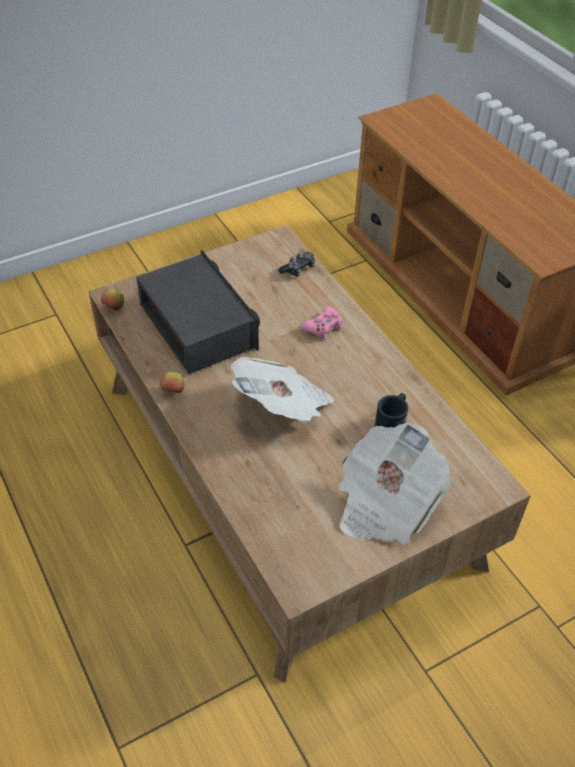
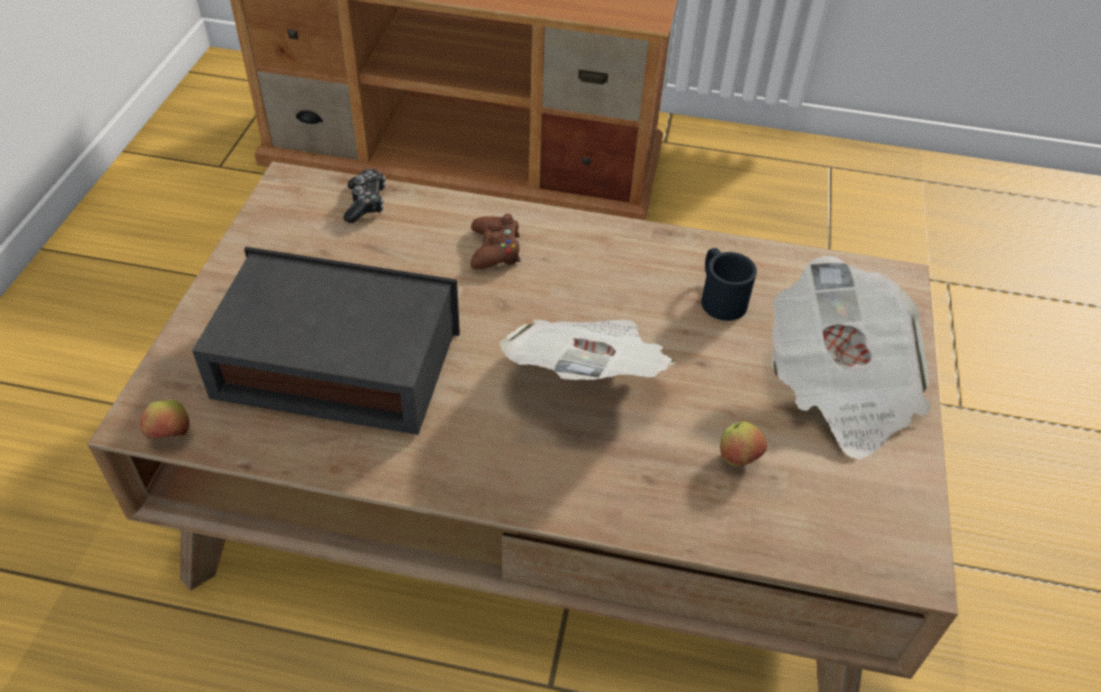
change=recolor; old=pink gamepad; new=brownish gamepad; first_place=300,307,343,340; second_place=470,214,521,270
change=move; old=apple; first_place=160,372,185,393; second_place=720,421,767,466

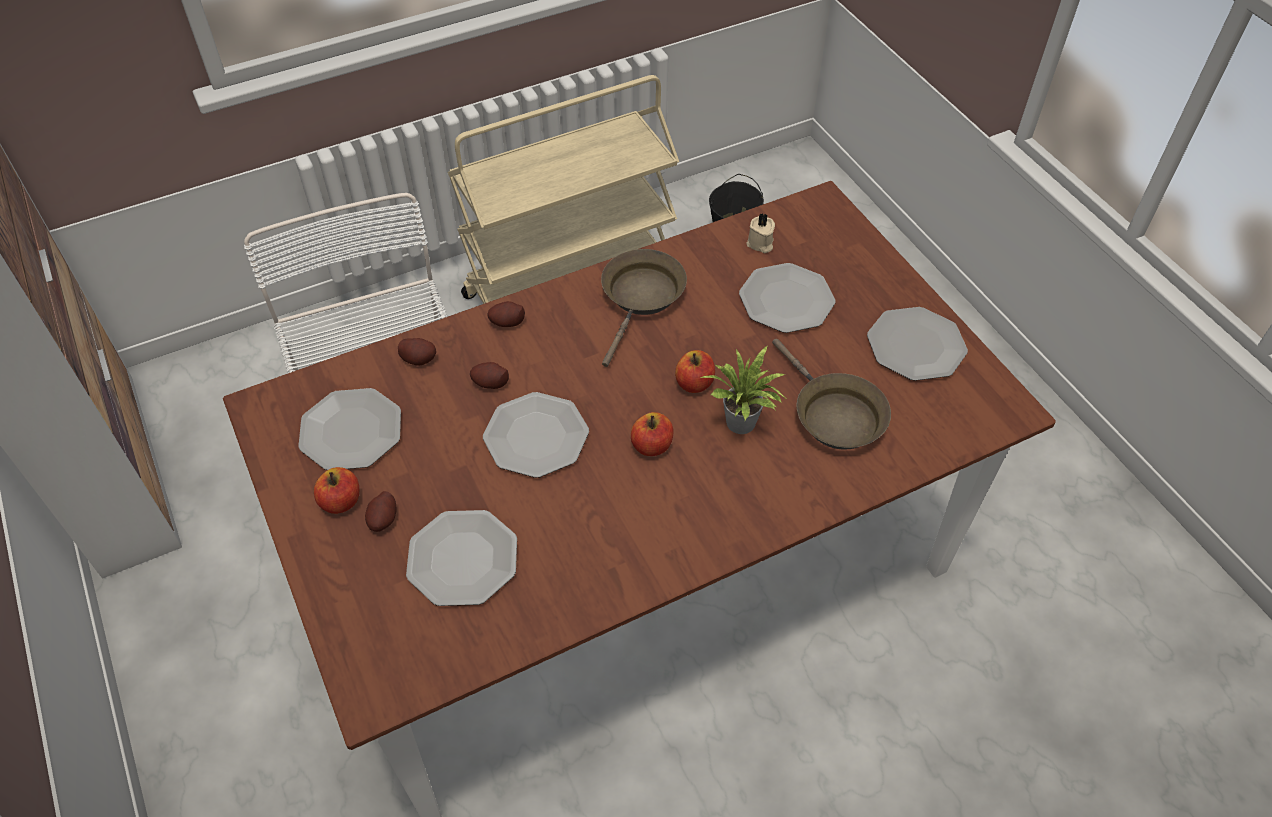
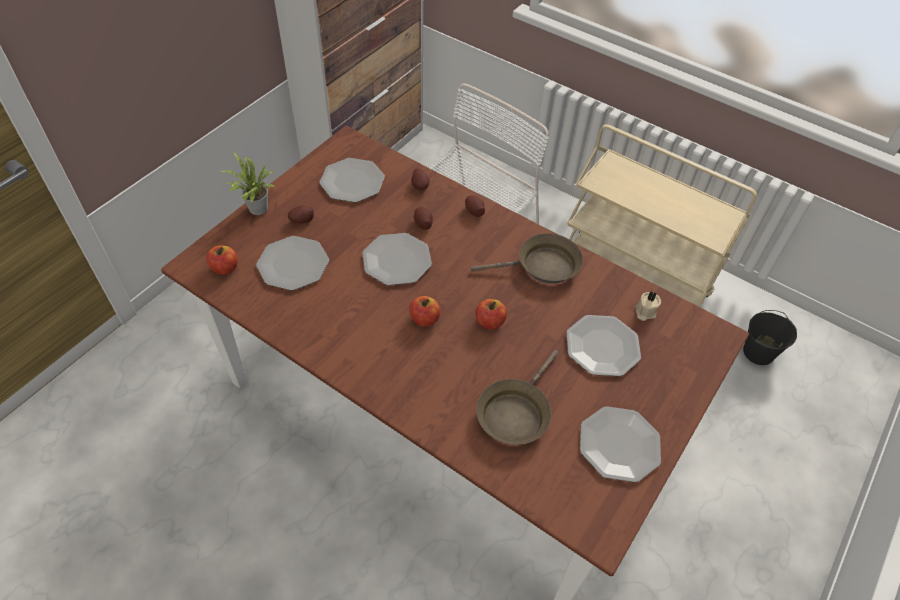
change=move; old=plant in a pot; first_place=700,346,788,434; second_place=219,152,274,215
change=move; old=apple; first_place=314,467,359,514; second_place=206,245,238,275

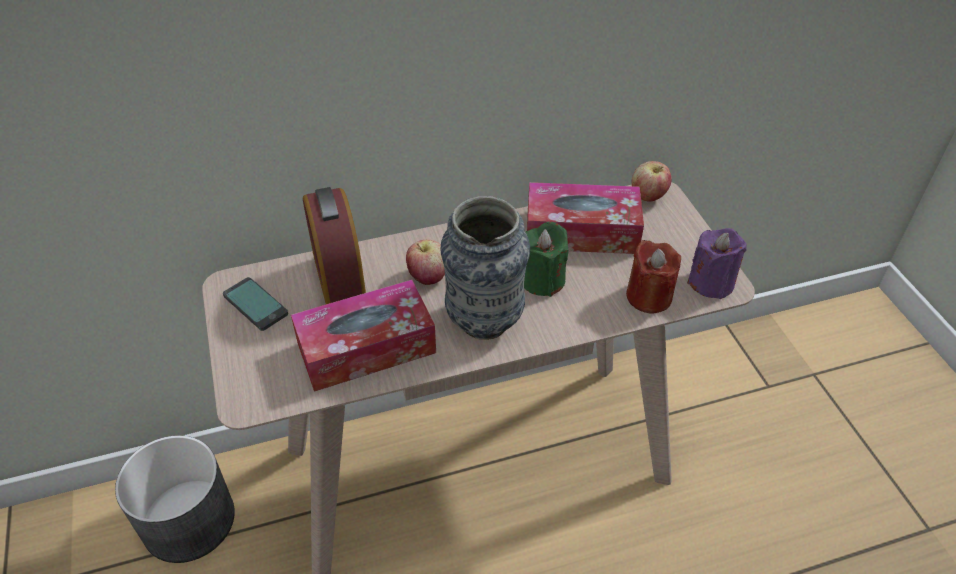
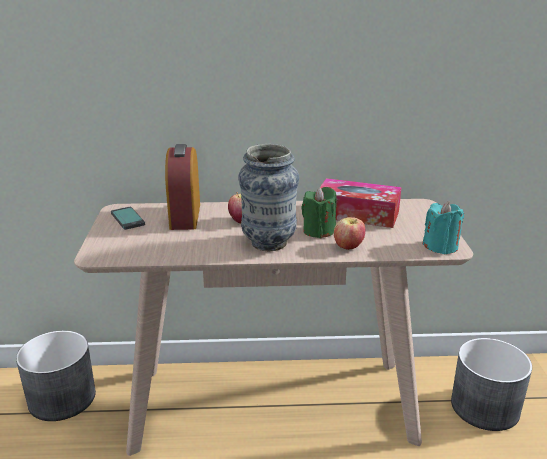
change=move; old=apple; first_place=632,161,672,202; second_place=334,217,365,250
change=recolor; old=purple-coloured wax candle; new=blue-green wax candle; first_place=687,228,747,299; second_place=423,201,464,254
change=delete; old=reddish wax candle; first_place=626,240,681,313
change=delete; old=tissue box; first_place=291,280,436,392
change=insert; new=gray flower pot; second_place=451,338,532,431

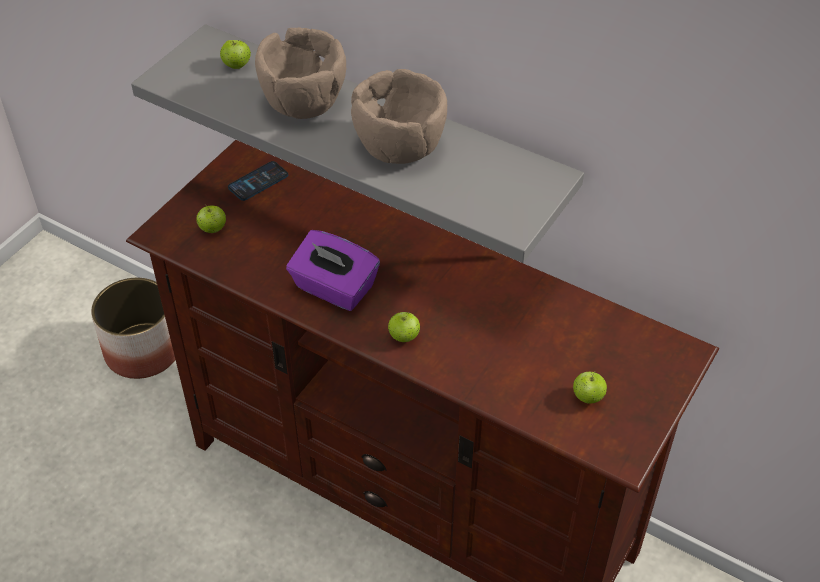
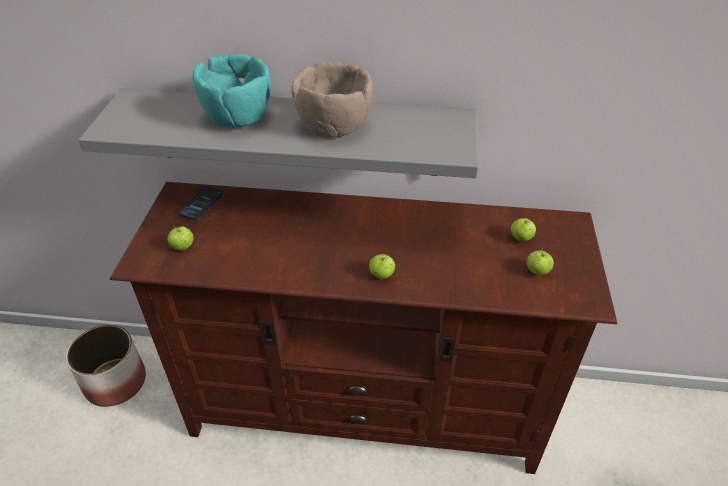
change=recolor; old=brownish serving bowl; new=blue-green serving bowl; first_place=255,27,346,119; second_place=192,54,271,127
change=move; old=apple; first_place=220,40,251,69; second_place=510,218,536,242
change=delete; old=purple-coloured tissue box; first_place=286,230,380,311

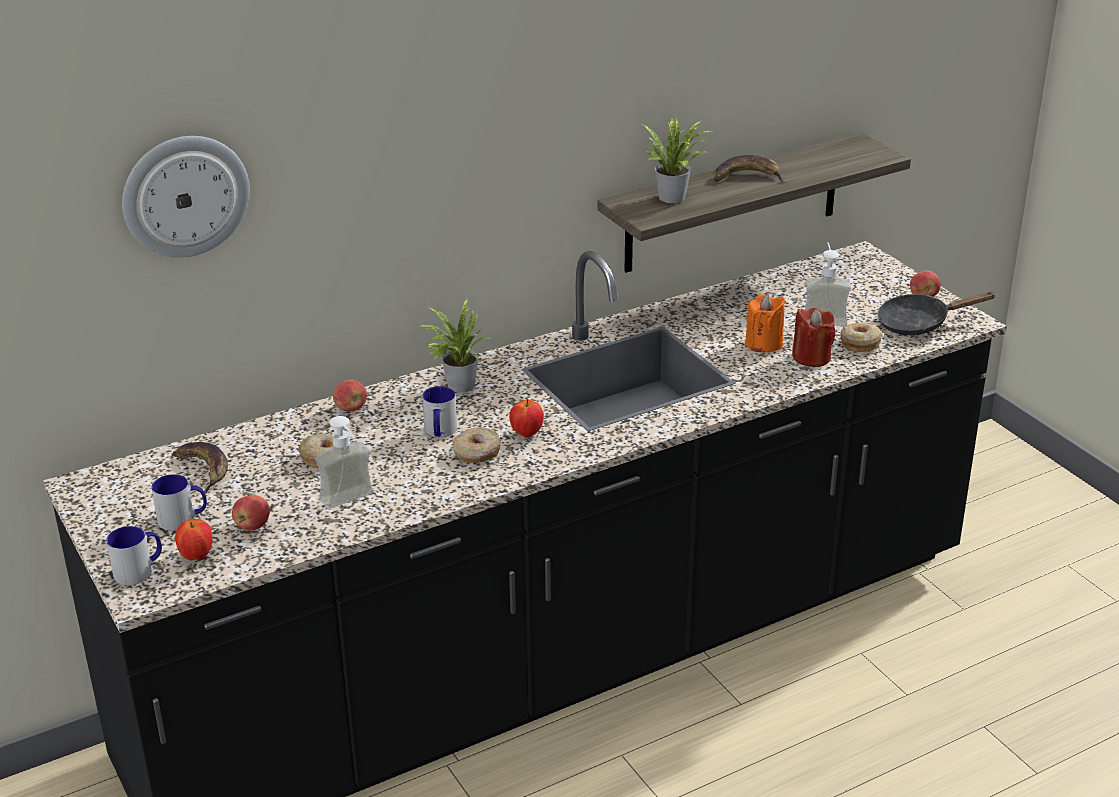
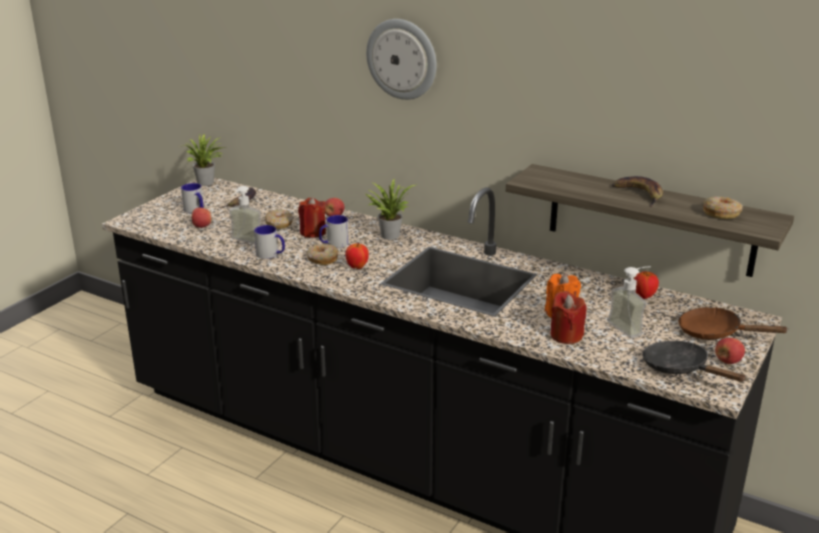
change=move; old=plant in a pot; first_place=643,118,713,203; second_place=184,134,227,186
change=move; old=clock on the wall; first_place=122,136,250,258; second_place=366,19,437,100
change=move; old=ring doughnut; first_place=840,323,883,352; second_place=703,196,743,219
change=move; old=apple; first_place=175,519,212,561; second_place=634,271,659,299
change=move; old=coffee mug; first_place=106,526,162,585; second_place=254,225,285,259
change=insert; new=reddish wax candle; second_place=298,197,326,238
change=insert; new=brownish pan; second_place=678,307,788,340

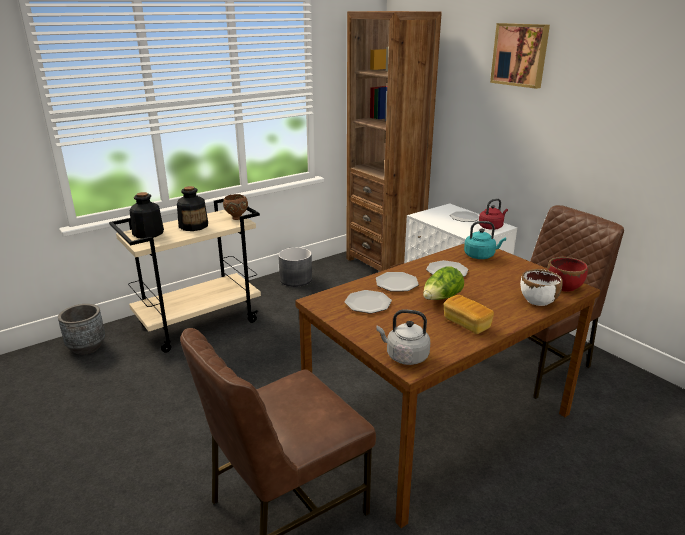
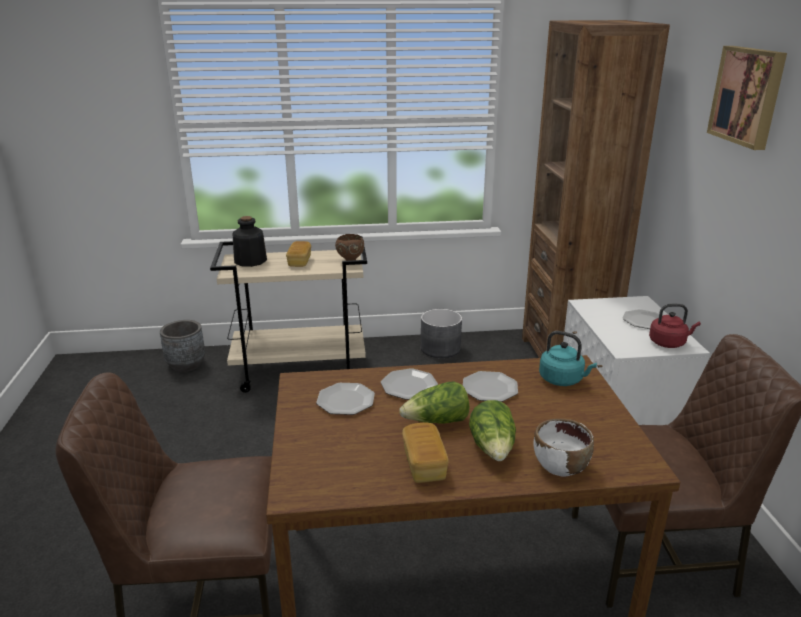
change=replace; old=beverage bottle; new=baked bread; first_place=177,186,208,231; second_place=286,241,311,267
change=delete; old=reddish serving bowl; first_place=547,257,588,292
change=delete; old=gray water kettle; first_place=376,309,430,365
change=insert; new=head of lettuce; second_place=469,400,516,461

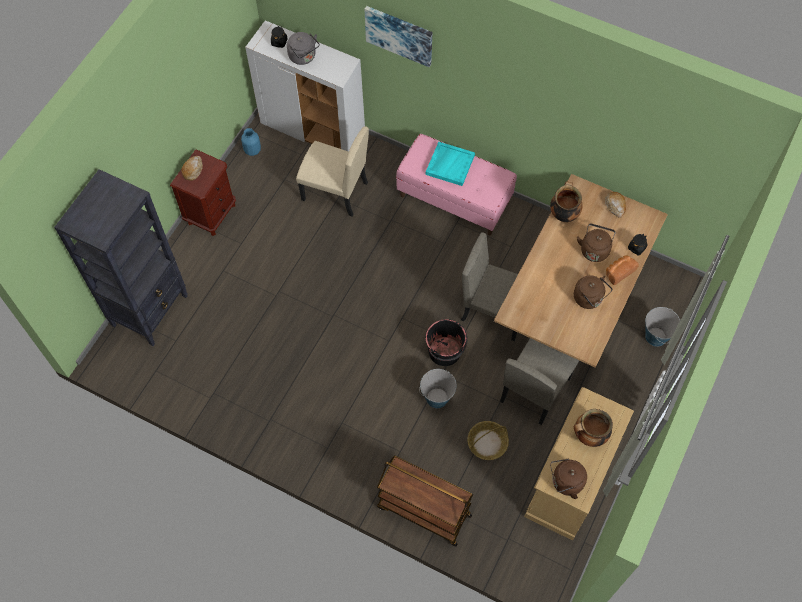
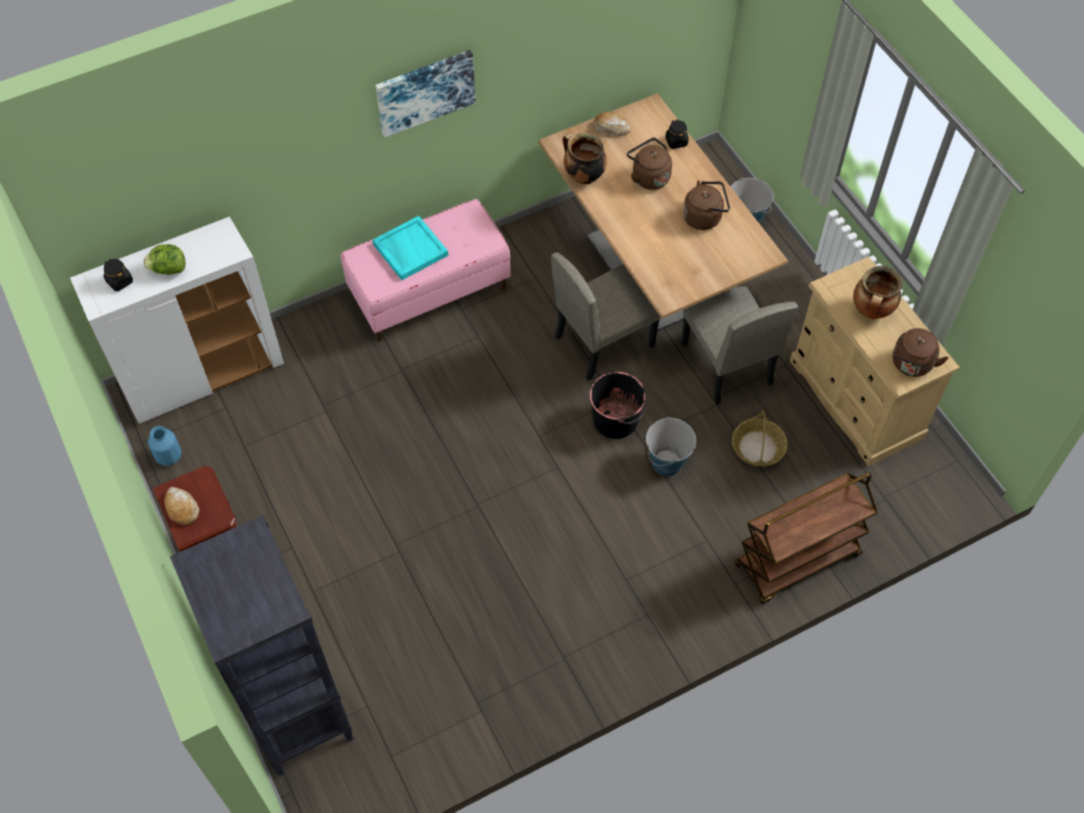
change=move; old=wall art; first_place=365,6,432,67; second_place=375,50,476,137
change=replace; old=gray water kettle; new=head of lettuce; first_place=287,32,320,65; second_place=143,244,185,275
change=delete; old=beige-coloured chair; first_place=296,126,369,216
change=delete; old=baked bread; first_place=606,256,639,285

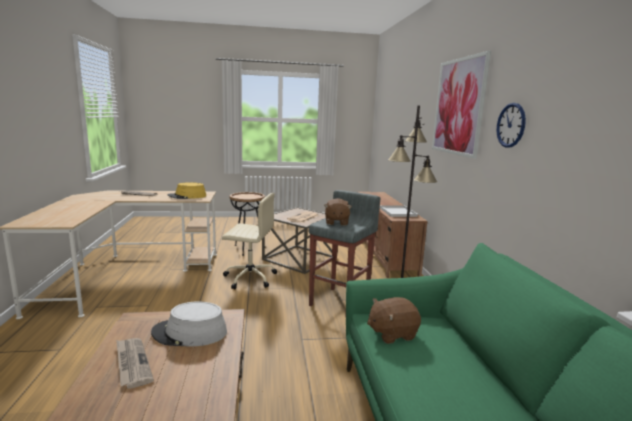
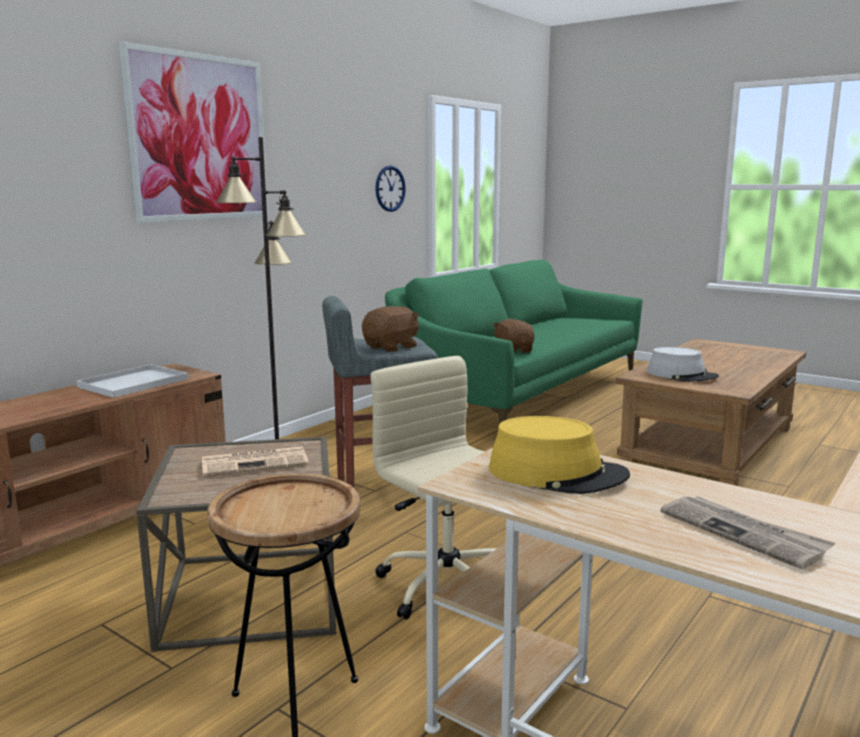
change=move; old=clock on the wall; first_place=496,103,526,148; second_place=375,166,406,212
change=rotate; old=brownish cuddly toy; first_place=367,297,421,344; second_place=492,319,534,353; degrees=-135
change=delete; old=daily paper; first_place=116,338,154,389

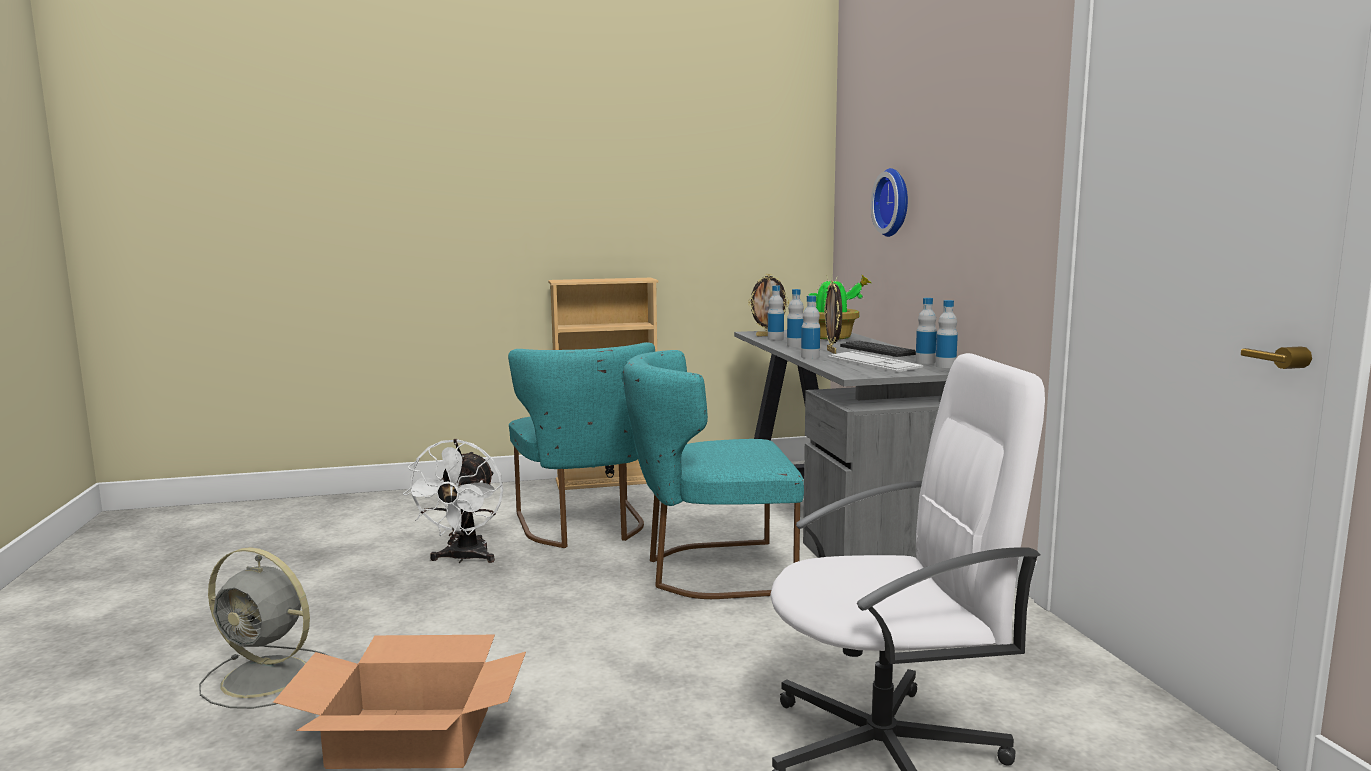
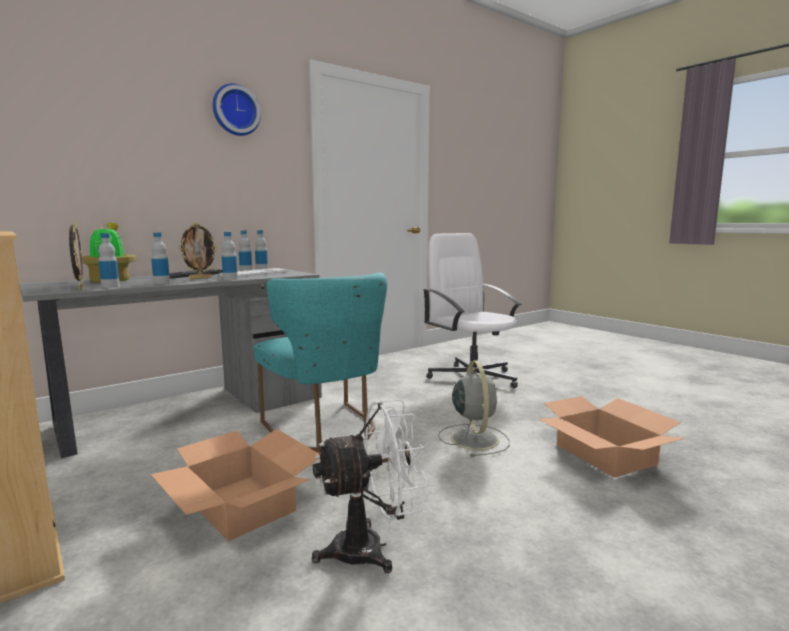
change=move; old=clock on the wall; first_place=871,168,908,237; second_place=213,83,261,136
change=replace; old=blue-green chair; new=packing box; first_place=508,342,655,548; second_place=151,429,320,541
change=move; old=gray electric fan; first_place=199,547,329,709; second_place=438,361,510,457

